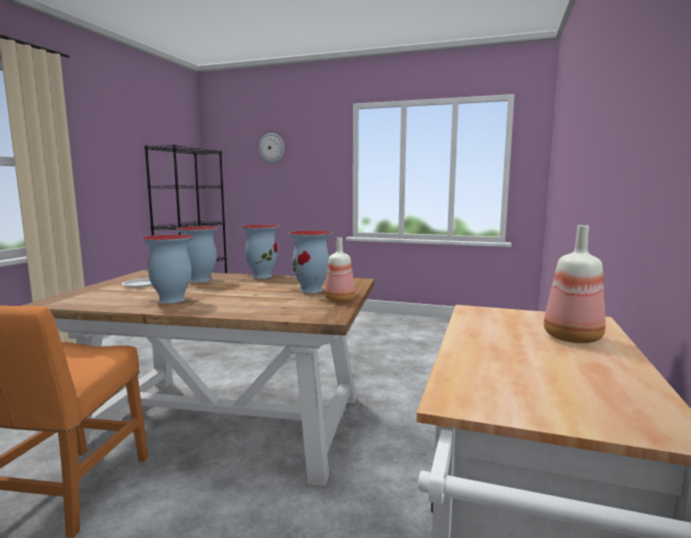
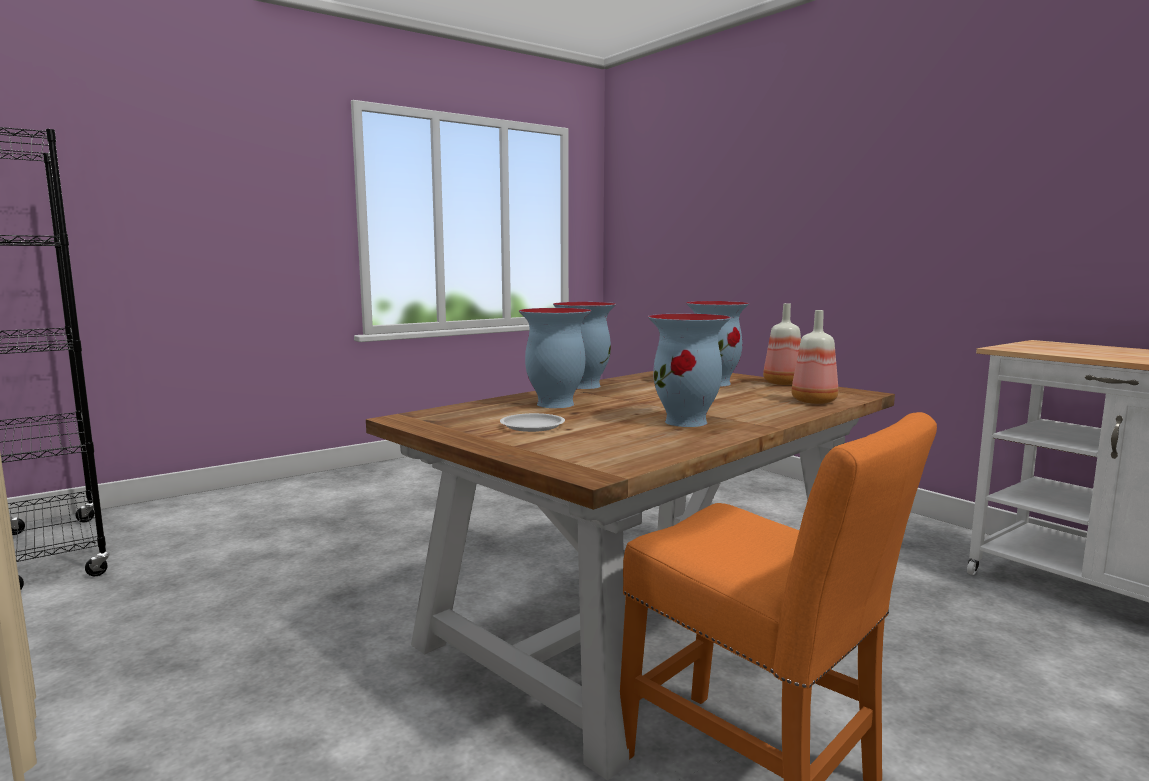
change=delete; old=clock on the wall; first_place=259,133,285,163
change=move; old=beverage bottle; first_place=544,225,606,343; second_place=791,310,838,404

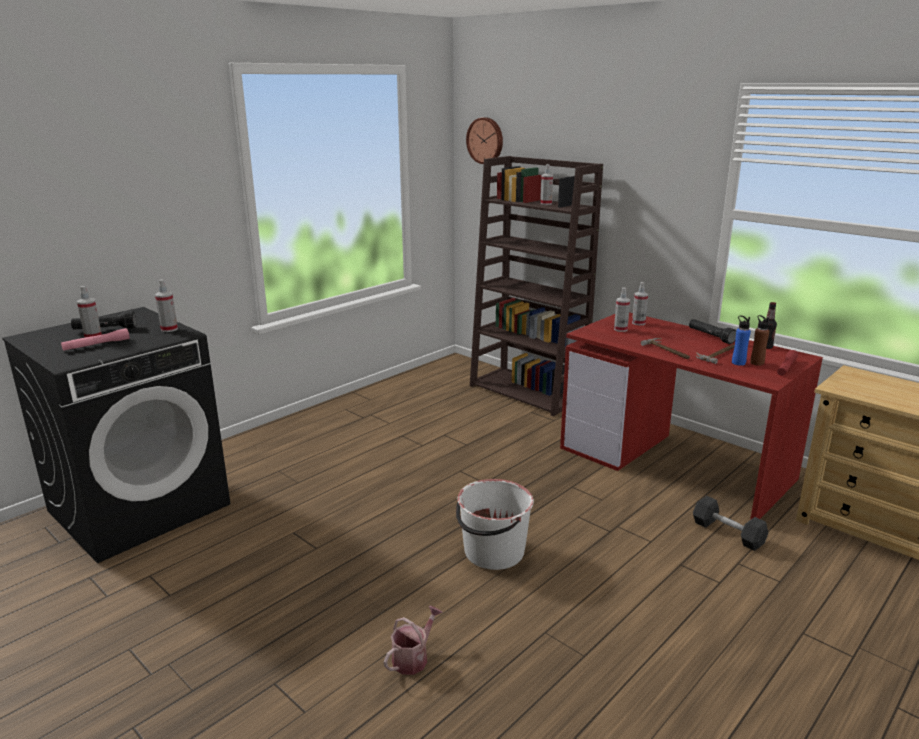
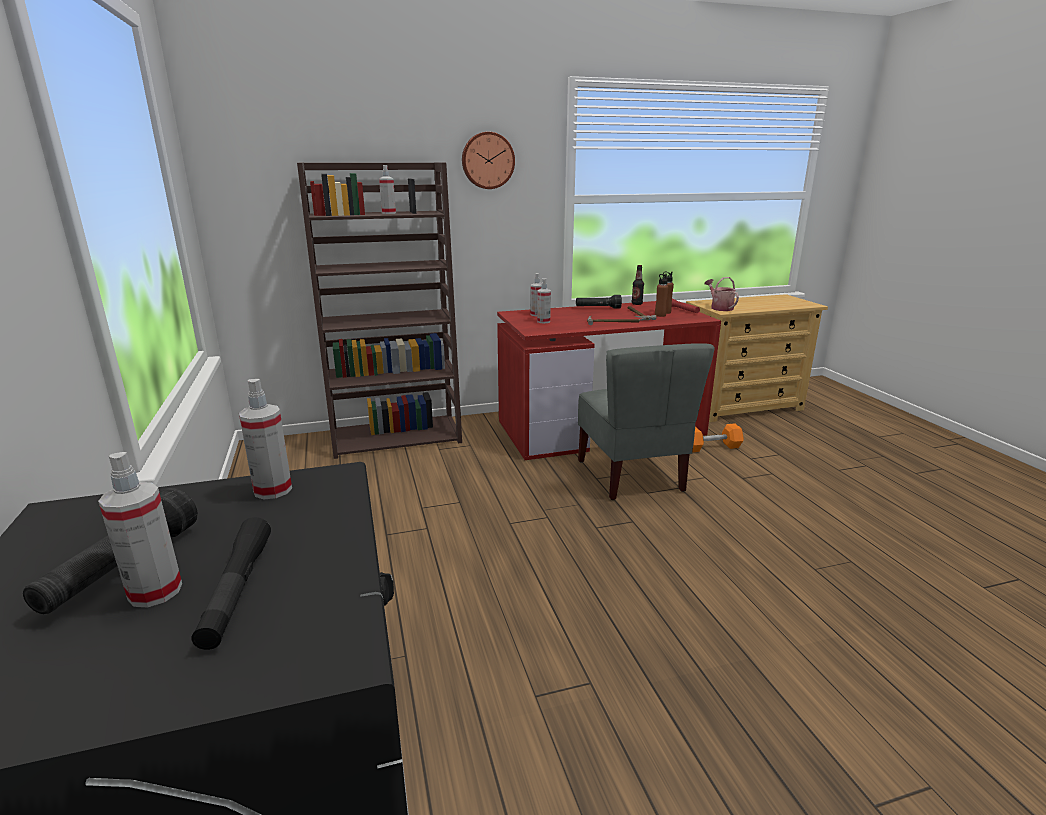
change=move; old=clock on the wall; first_place=466,117,503,164; second_place=462,132,515,189
change=recolor; old=bluish beverage bottle; new=brownish beverage bottle; first_place=732,315,751,366; second_place=655,274,669,317
change=recolor; old=pink hand torch; new=black hand torch; first_place=61,328,130,351; second_place=191,517,271,650
change=delete; old=whitish pail; first_place=456,479,534,570
change=recolor; old=gray hand weight; new=orange hand weight; first_place=693,496,769,551; second_place=692,423,744,452
change=move; old=watering pot; first_place=384,606,443,675; second_place=704,277,739,311
change=insert; new=gray chair; second_place=578,343,715,500

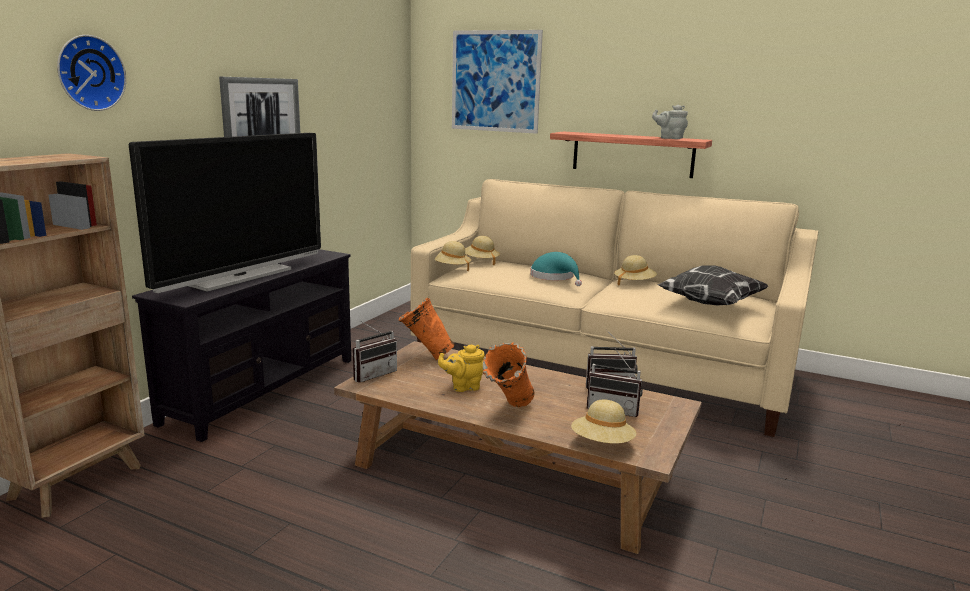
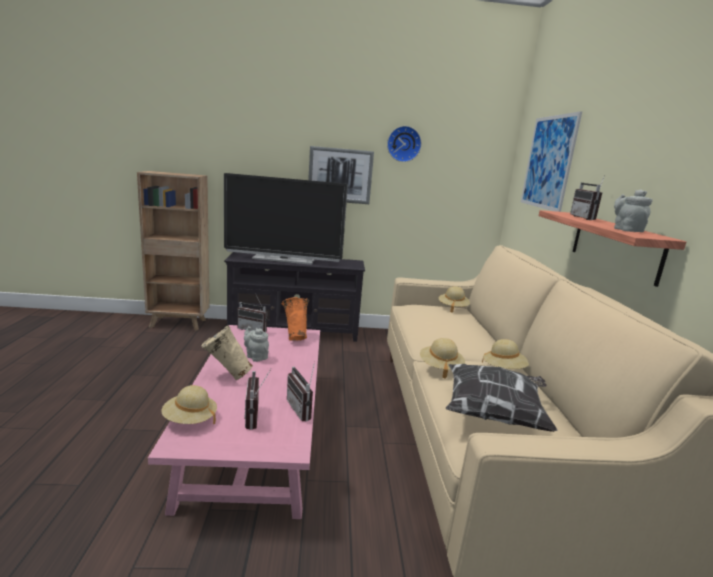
change=move; old=clock on the wall; first_place=57,35,126,111; second_place=387,126,422,162
change=move; old=beige-coloured clothing hat; first_place=434,241,471,271; second_place=420,338,465,379
change=delete; old=blue-green clothing hat; first_place=530,252,582,286
change=recolor; old=brownish low table; new=pink low table; first_place=334,341,702,554; second_place=148,325,320,519
change=recolor; old=orange decorative vase; new=beige-coloured decorative vase; first_place=483,342,534,407; second_place=201,325,253,380
change=recolor; old=yellow pot for tea; new=gray pot for tea; first_place=438,345,485,392; second_place=244,326,269,362
change=insert; new=radio receiver; second_place=570,175,605,220

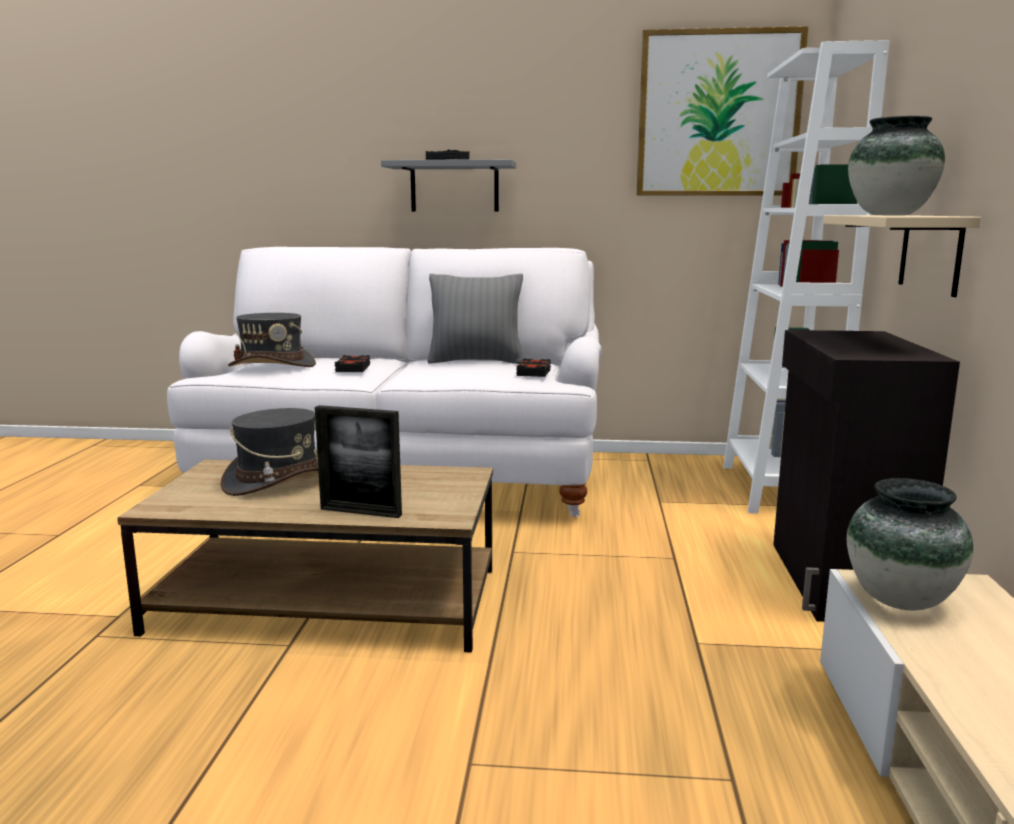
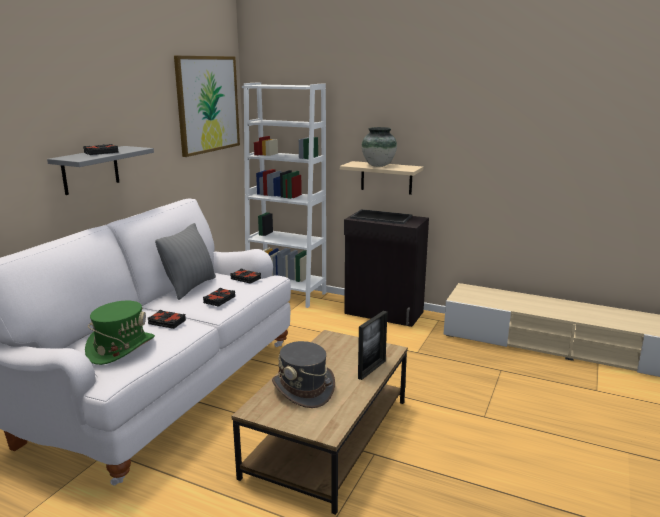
change=recolor; old=gray clothing hat; new=green clothing hat; first_place=228,313,316,367; second_place=85,301,155,365
change=delete; old=decorative vase; first_place=847,478,973,610
change=insert; new=serving tray; second_place=350,209,412,224
change=insert; new=black bound book; second_place=203,288,235,307

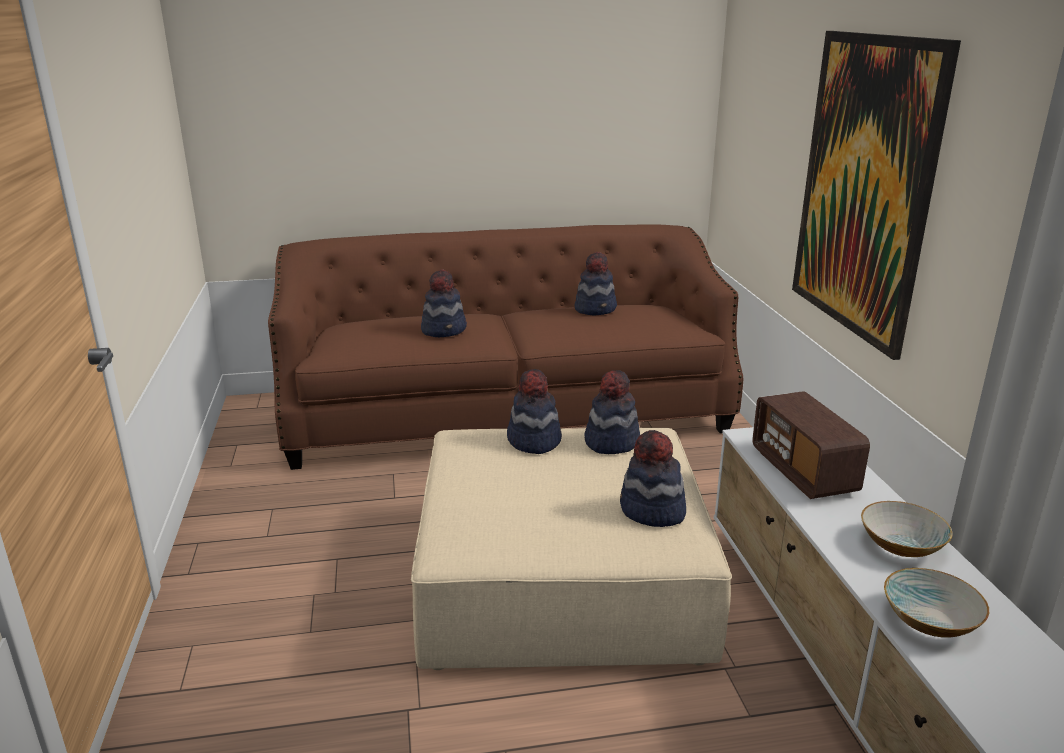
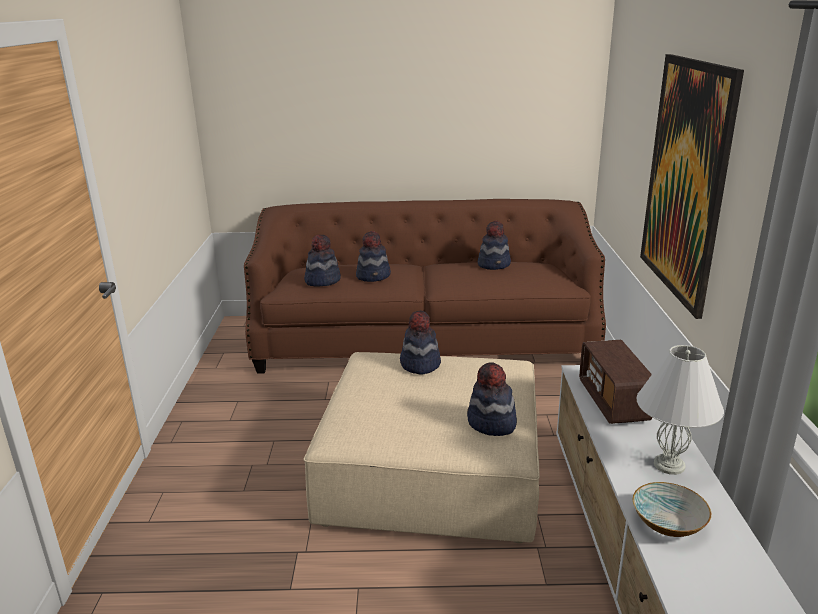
change=move; old=clothing hat; first_place=584,370,640,454; second_place=304,235,341,286
change=replace; old=serving bowl; new=whitish lamp for a table; first_place=861,501,953,557; second_place=637,345,724,475

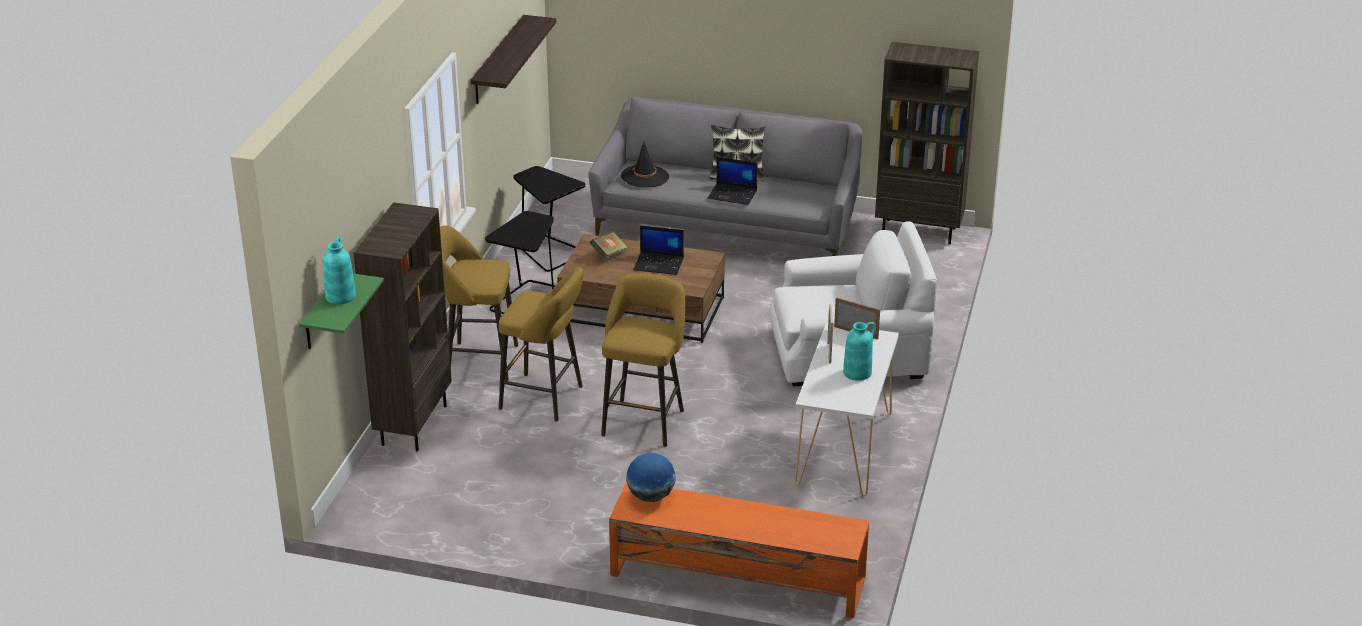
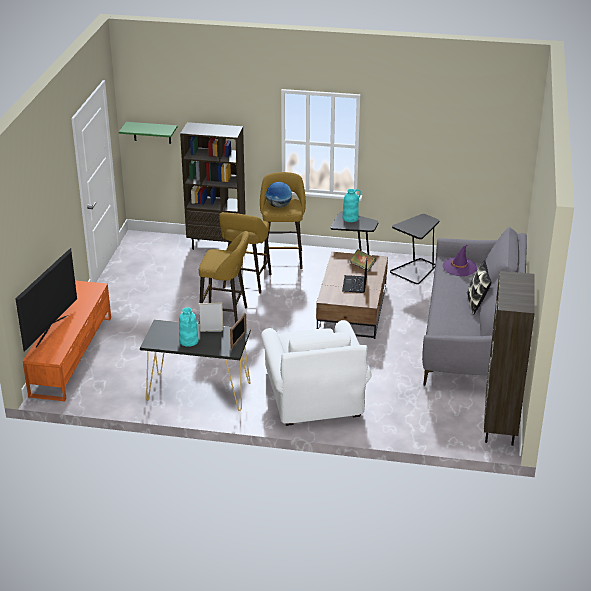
change=delete; old=bracket shelf; first_place=471,15,556,104
change=recolor; old=black clothing hat; new=purple-coloured clothing hat; first_place=621,141,669,188; second_place=443,245,477,276
change=delete; old=portable computer; first_place=708,157,758,205
change=move; old=blue-green decorative vase; first_place=323,237,356,304; second_place=343,189,361,222
change=recolor; old=whitish narrow table; new=black narrow table; first_place=795,323,899,496; second_place=140,320,251,411
change=move; old=world globe; first_place=626,453,676,502; second_place=266,182,292,208
change=insert; new=TV set; second_place=16,248,77,351

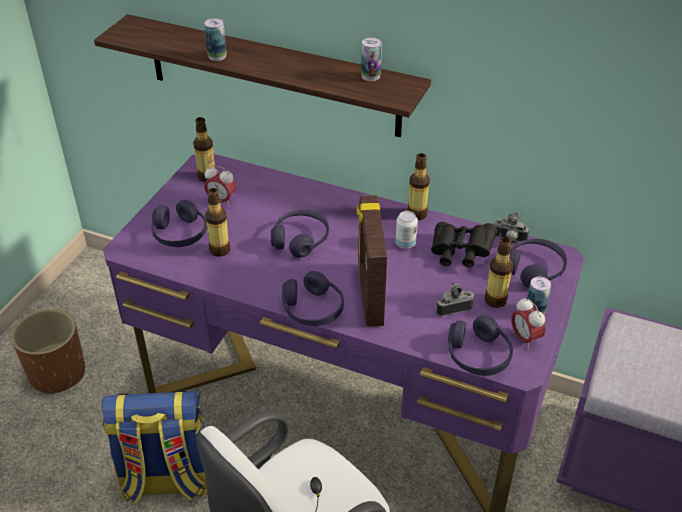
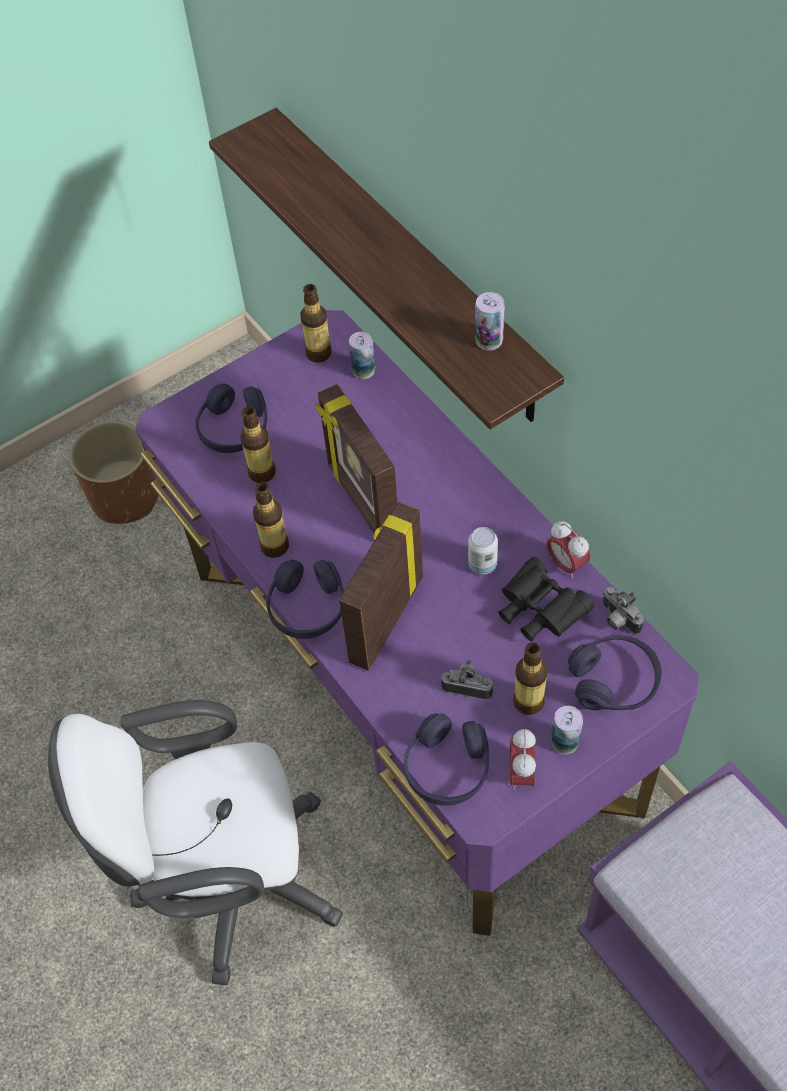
change=move; old=sealed can; first_place=204,18,227,61; second_place=349,332,375,379
change=move; old=beverage bottle; first_place=407,153,430,220; second_place=253,482,289,558
change=move; old=alarm clock; first_place=204,165,236,206; second_place=546,521,590,578
change=replace; old=purple-coloured pair of headphones; new=photo frame; first_place=271,210,329,258; second_place=316,384,398,533
change=delete; old=knapsack; first_place=101,390,207,504

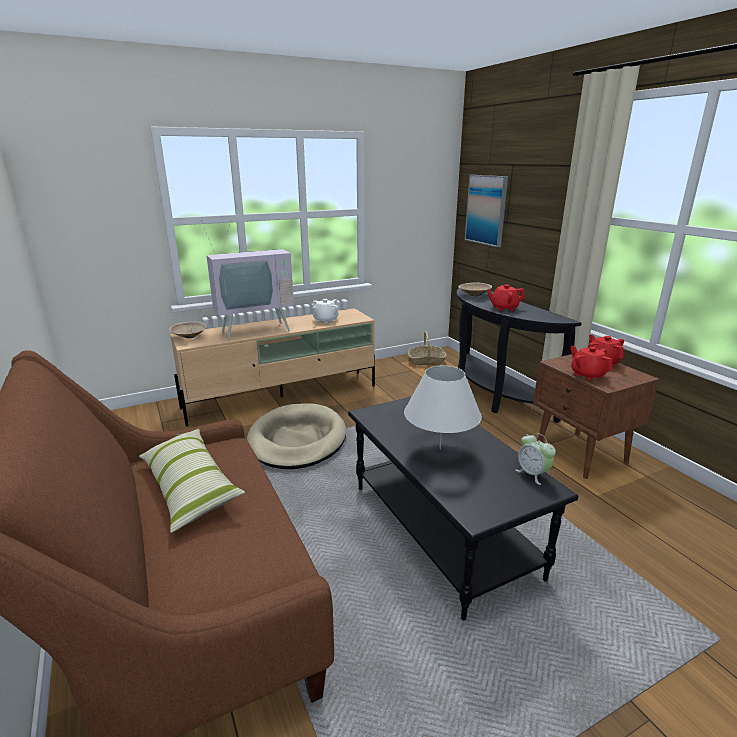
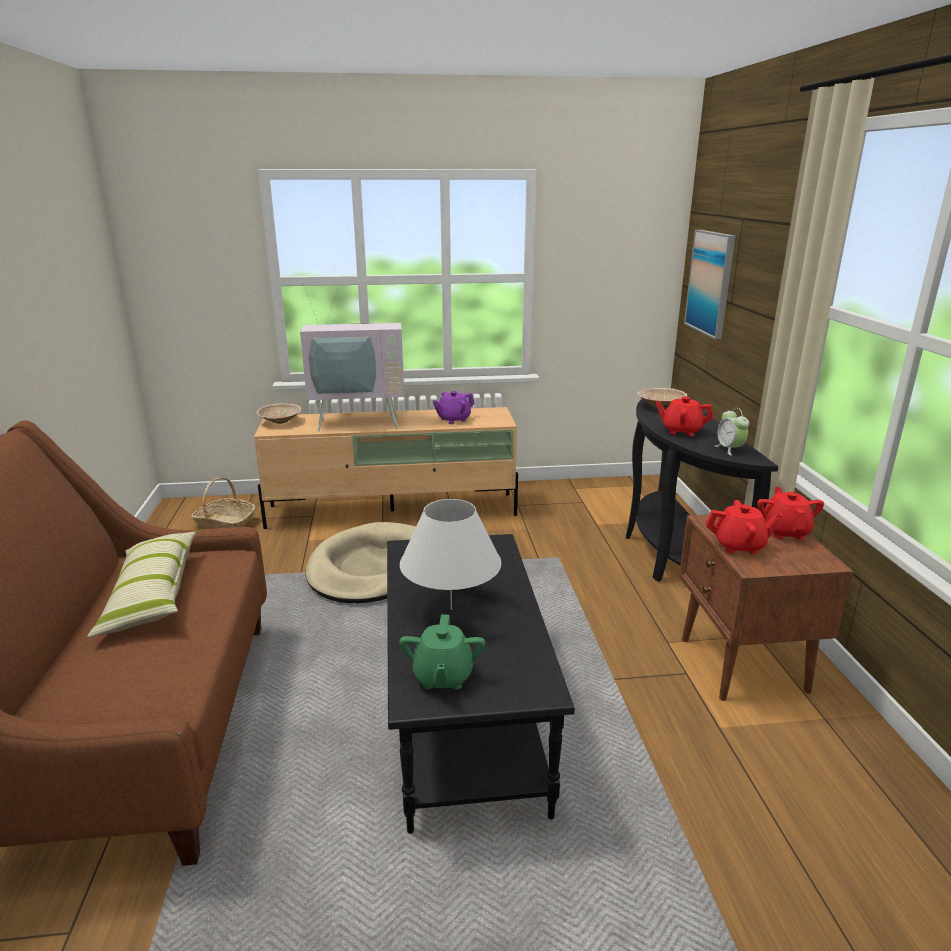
change=recolor; old=whitish pot for tea; new=purple-coloured pot for tea; first_place=312,299,338,324; second_place=433,391,475,424
change=move; old=basket; first_place=408,331,447,365; second_place=191,477,256,529
change=rotate; old=reddish pot for tea; first_place=571,346,612,381; second_place=706,500,782,554; degrees=105
change=move; old=alarm clock; first_place=516,433,556,485; second_place=715,408,749,456
change=insert; new=green pot for tea; second_place=399,614,485,690

